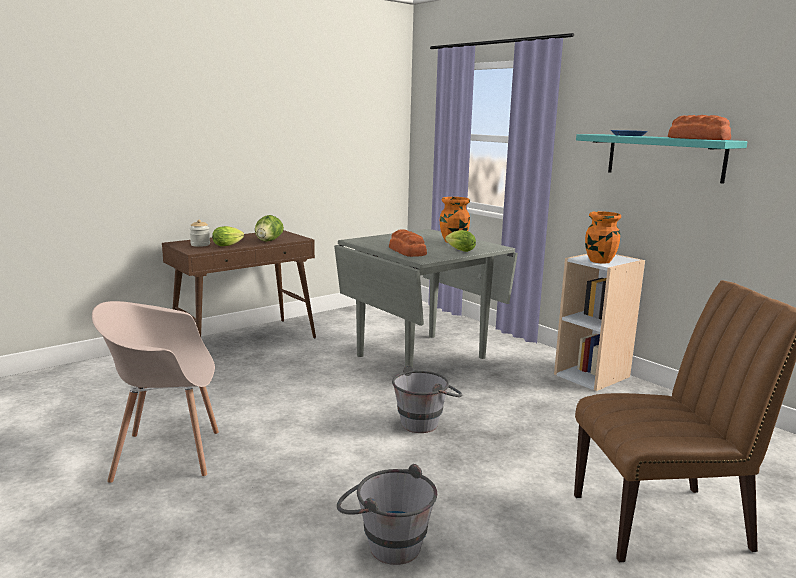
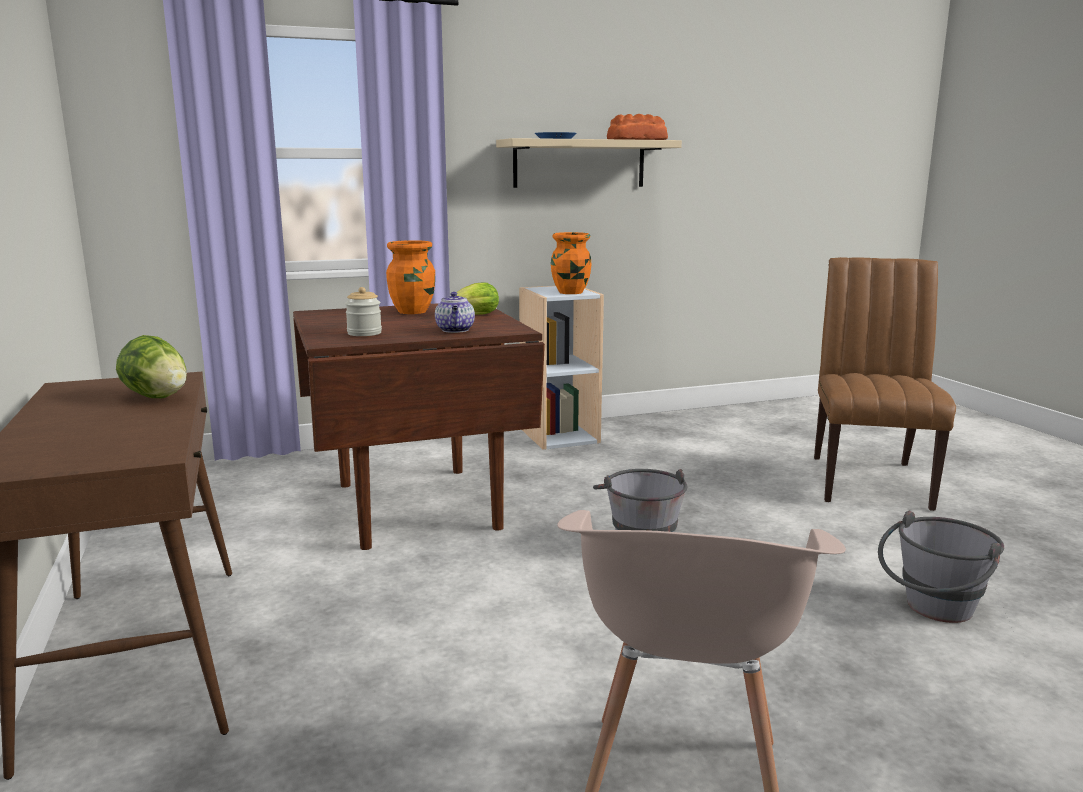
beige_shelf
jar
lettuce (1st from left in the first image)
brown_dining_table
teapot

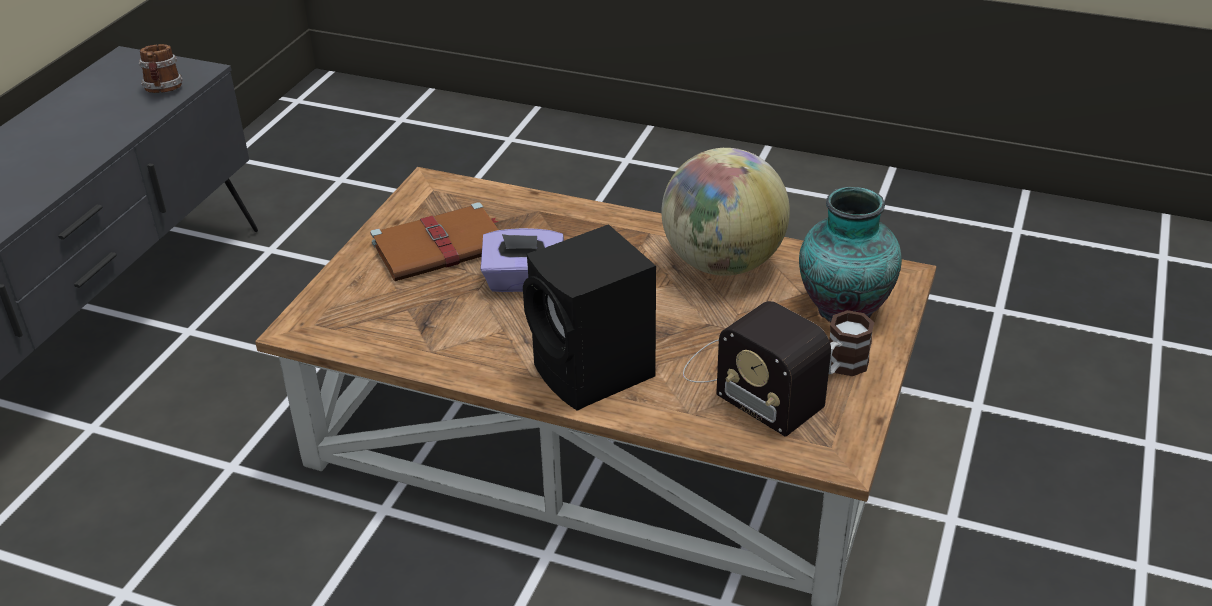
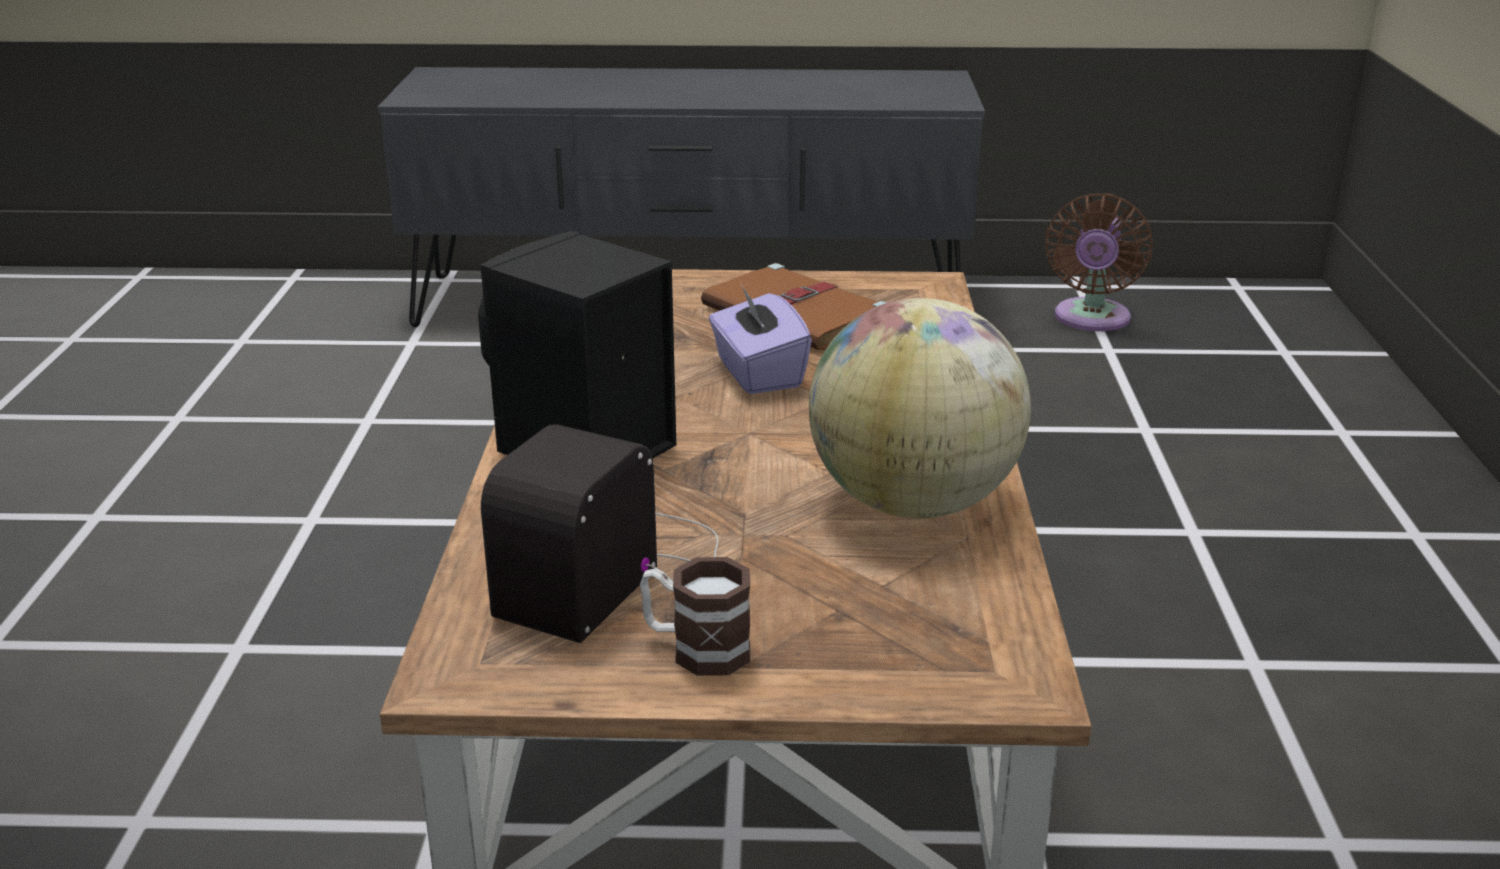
mug (1st from left in the first image)
vase
brown_fan

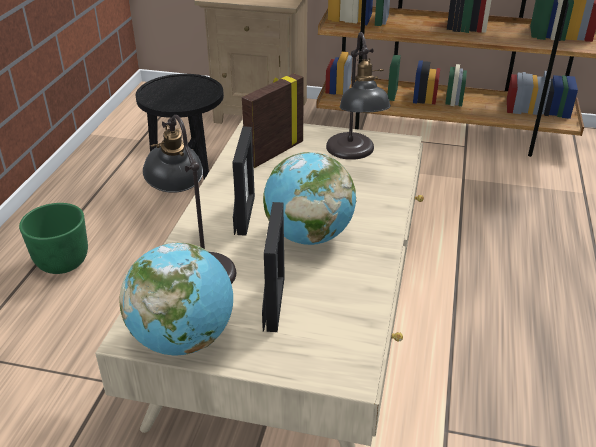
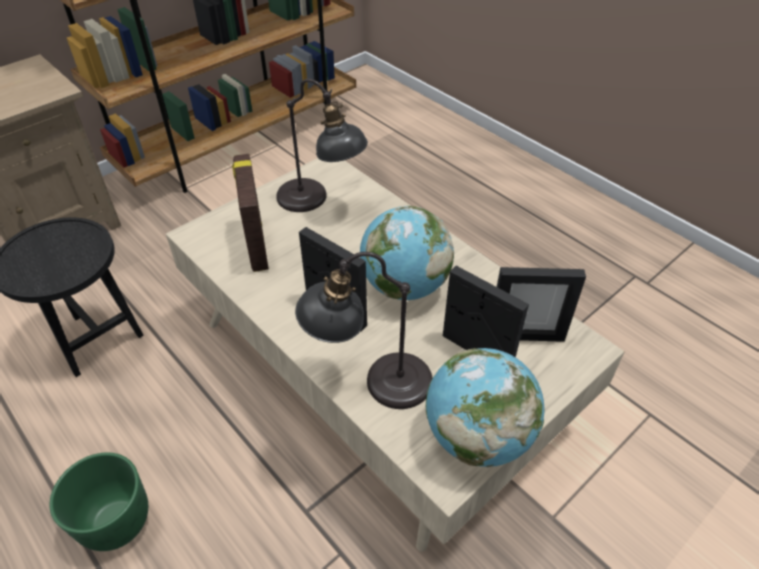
picture_frame (4th from left)

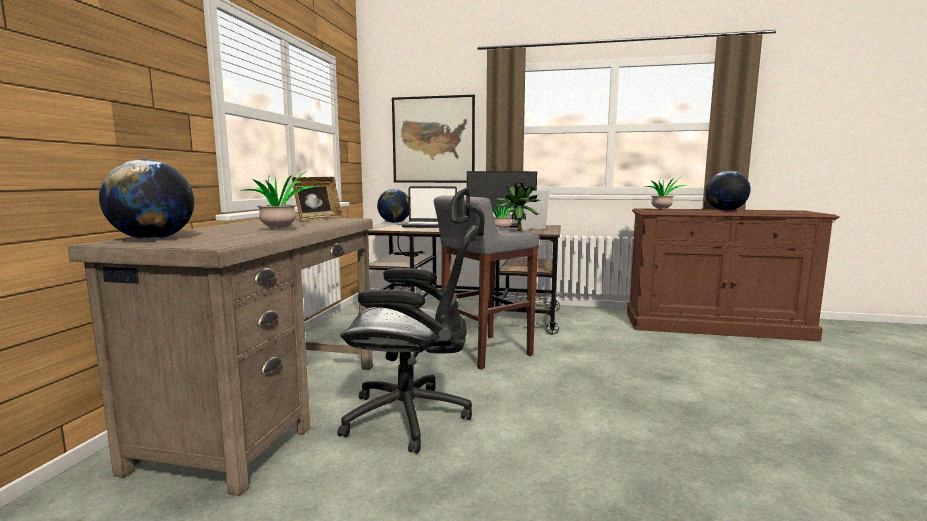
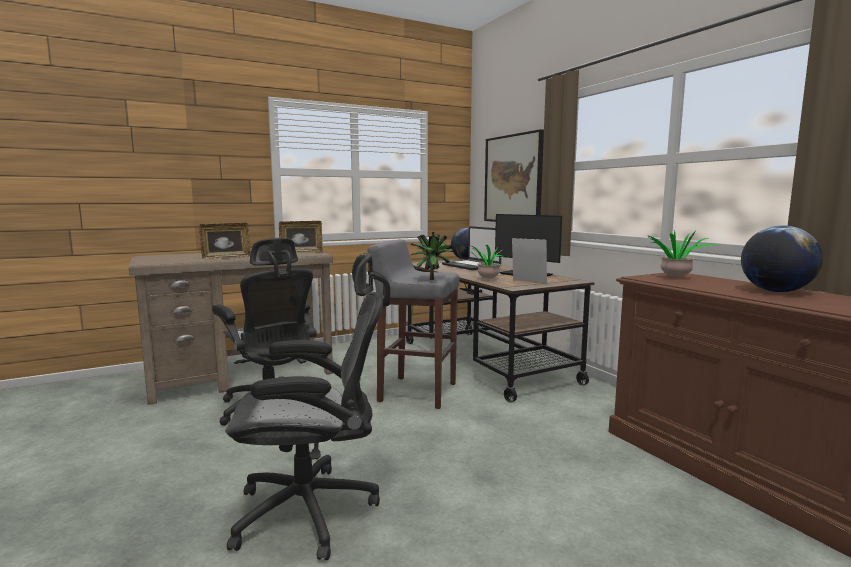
globe (1st from left in the first image)
picture_frame (1st from left)
office_chair (2nd from left)

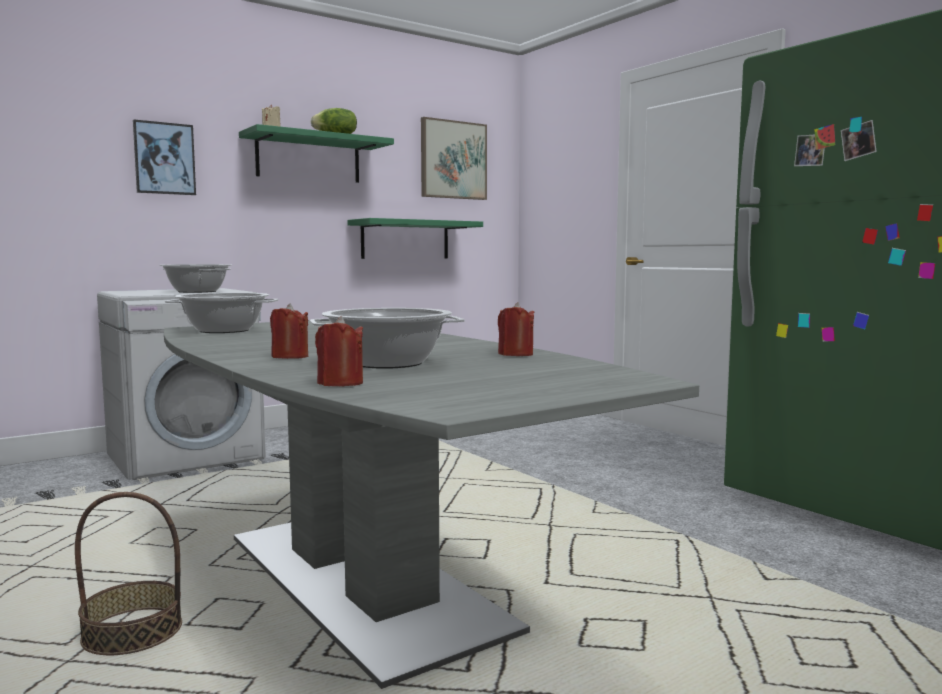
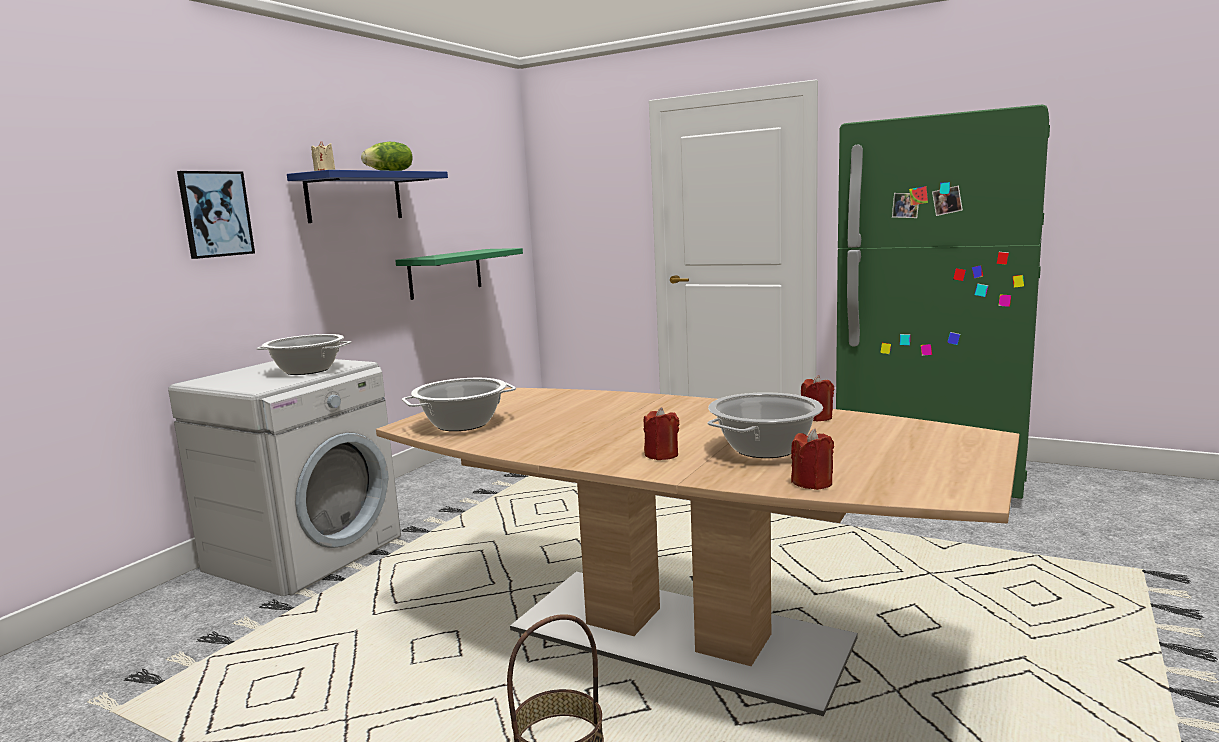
picture (2nd from left in the first image)
blue_shelf
brown_dining_table

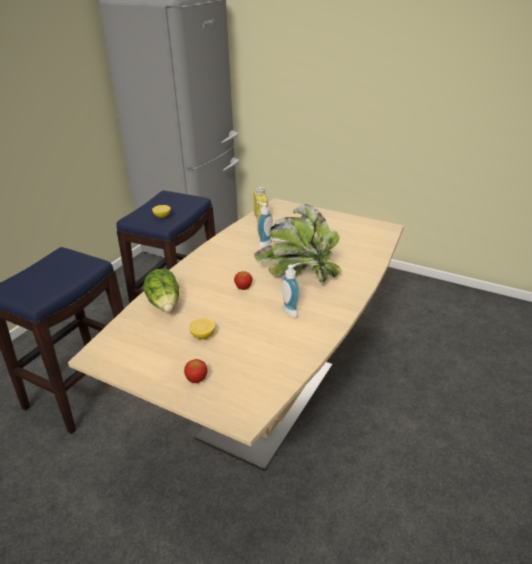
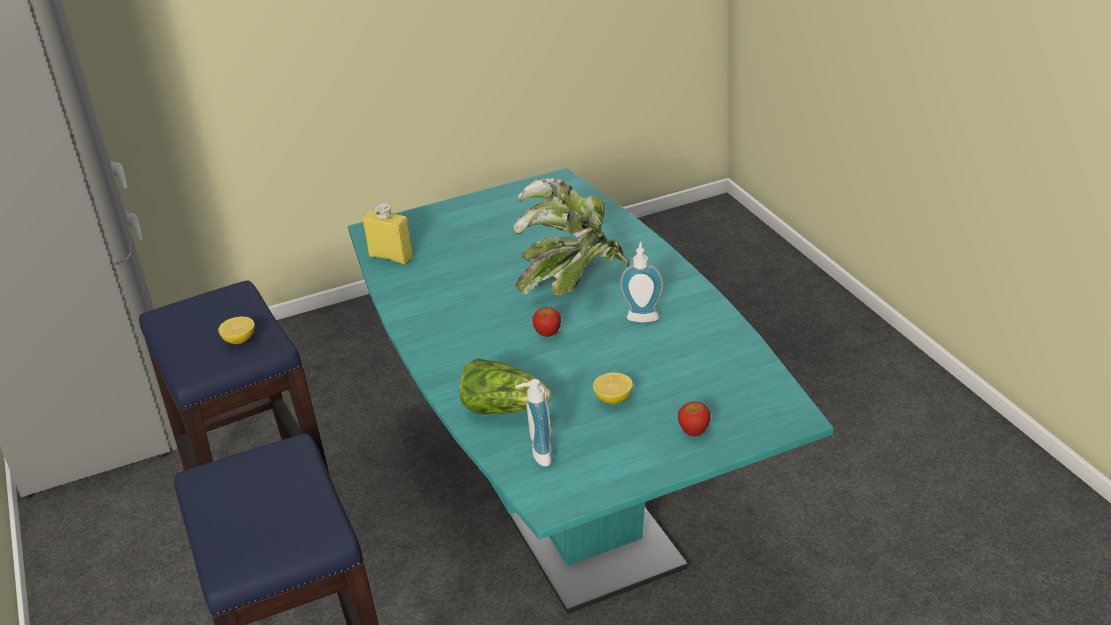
turquoise_dining_table
soap_dispenser (1st from left)

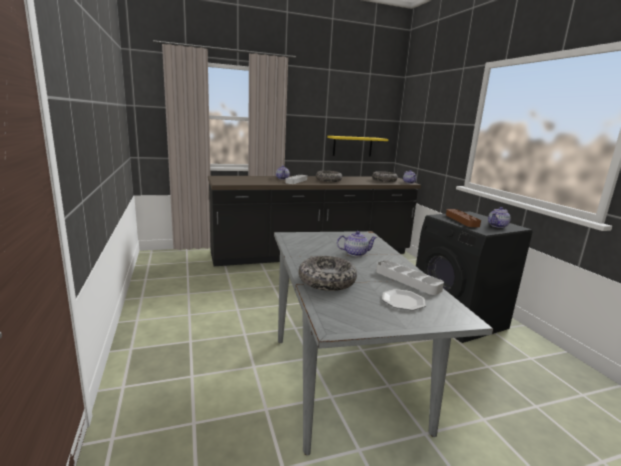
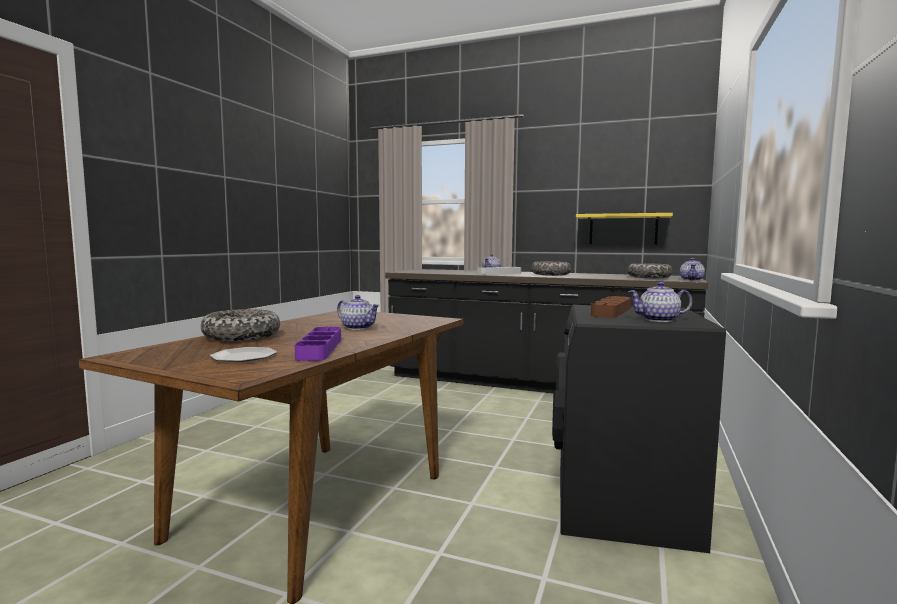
brown_dining_table
purple_tray

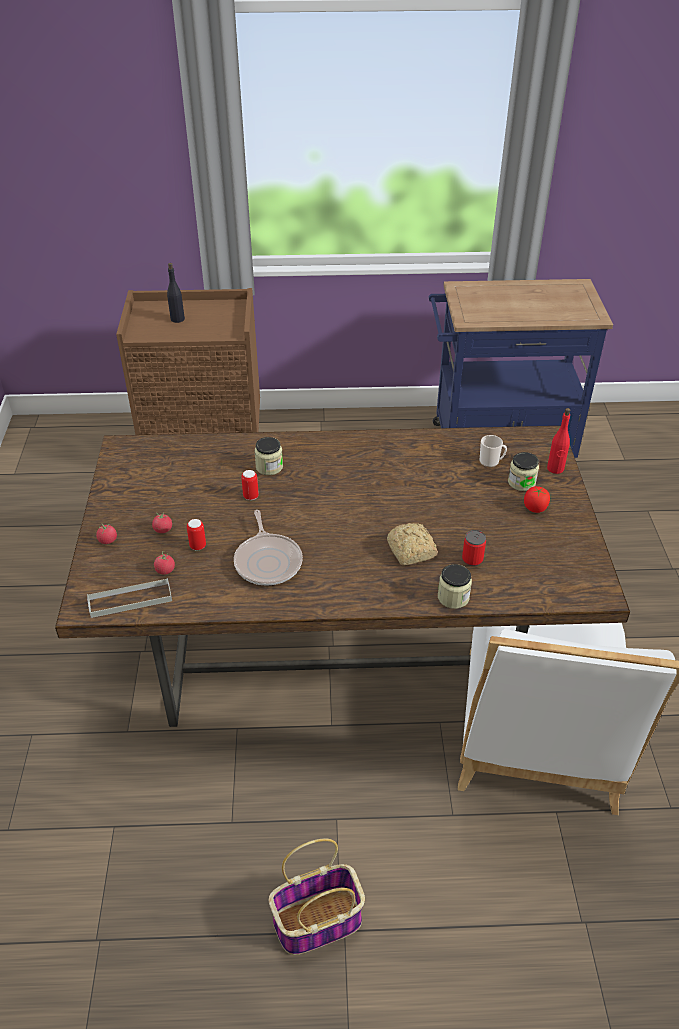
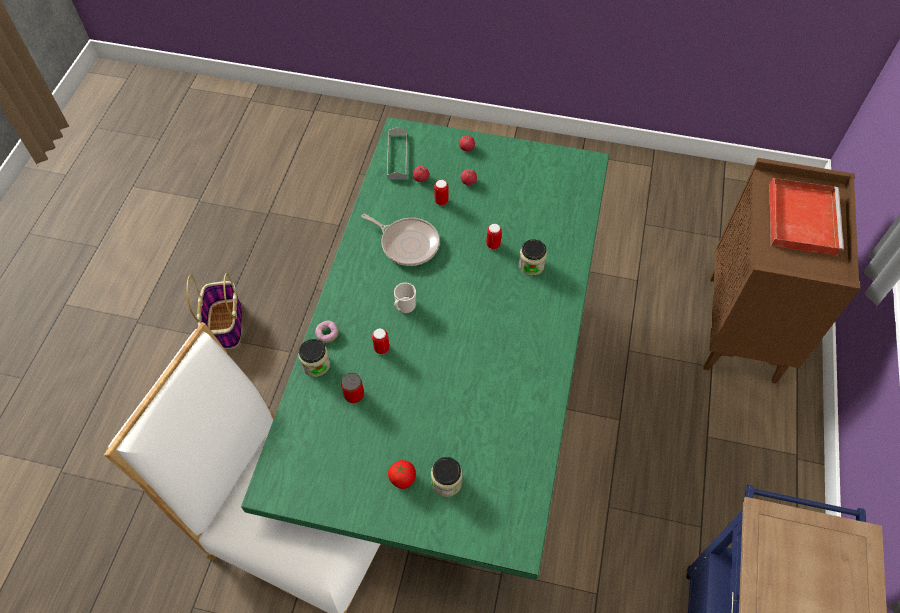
red_tray
red_bottle
green_dining_table
mug
frying_pan
can (2nd from left)
donut

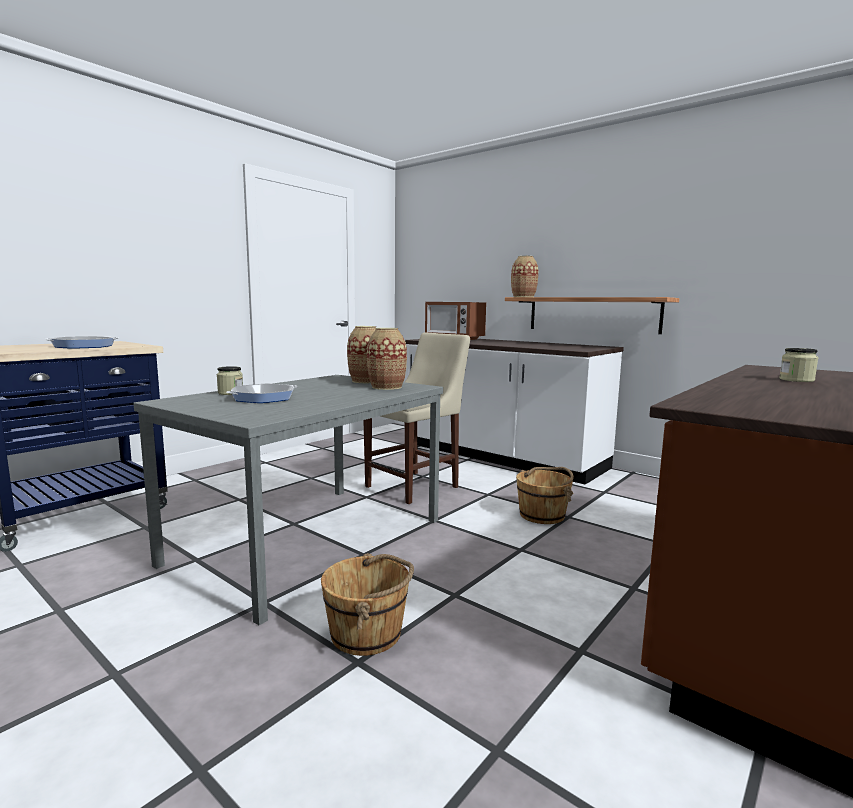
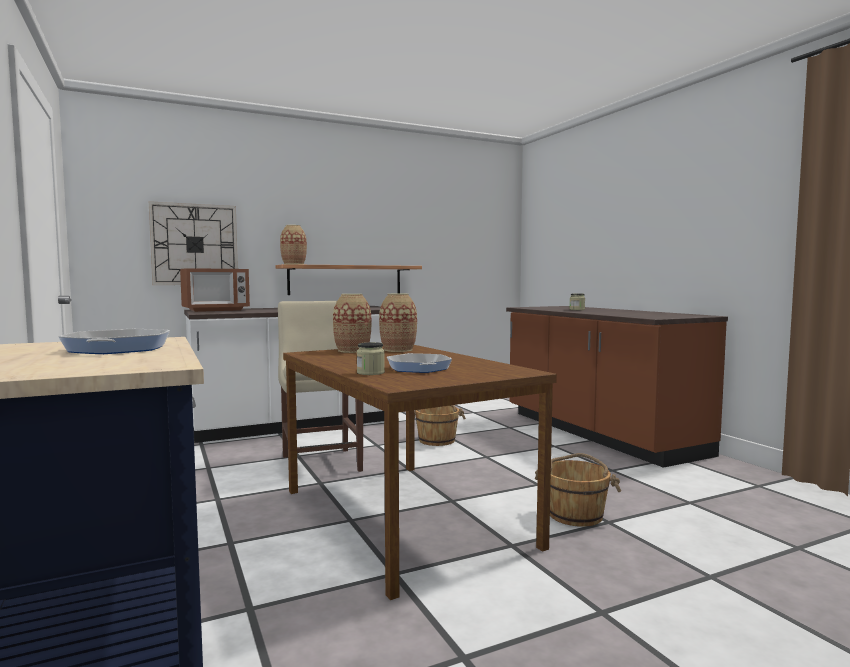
brown_dining_table
wall_clock

